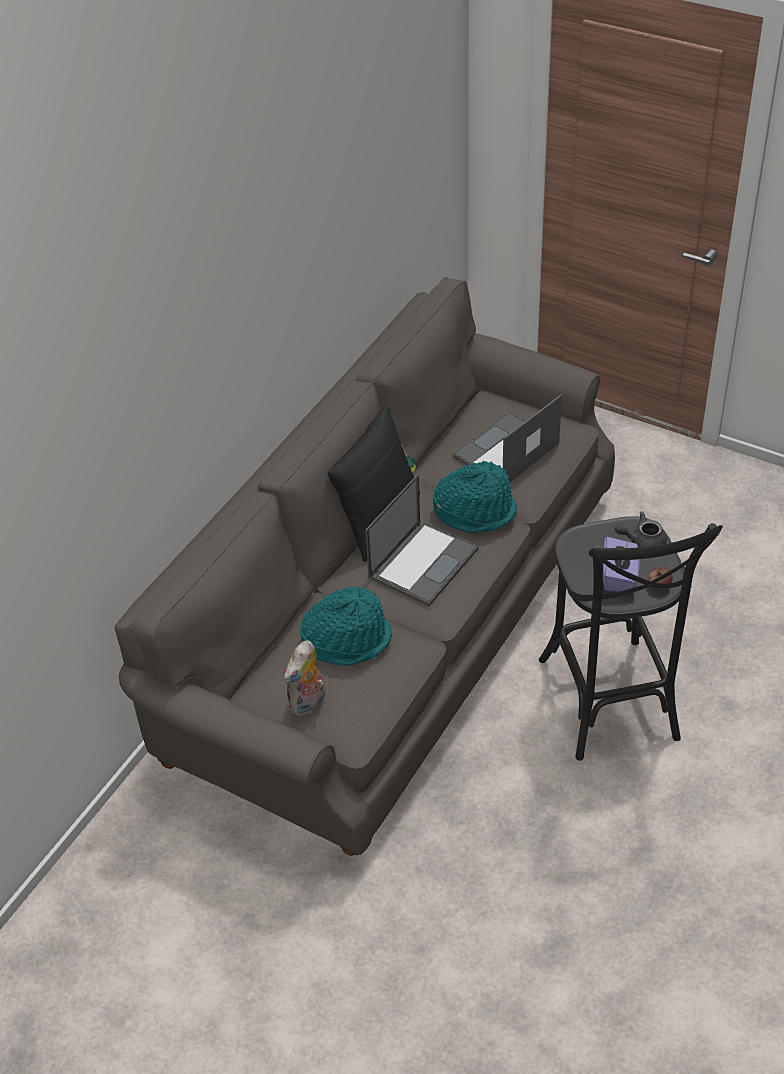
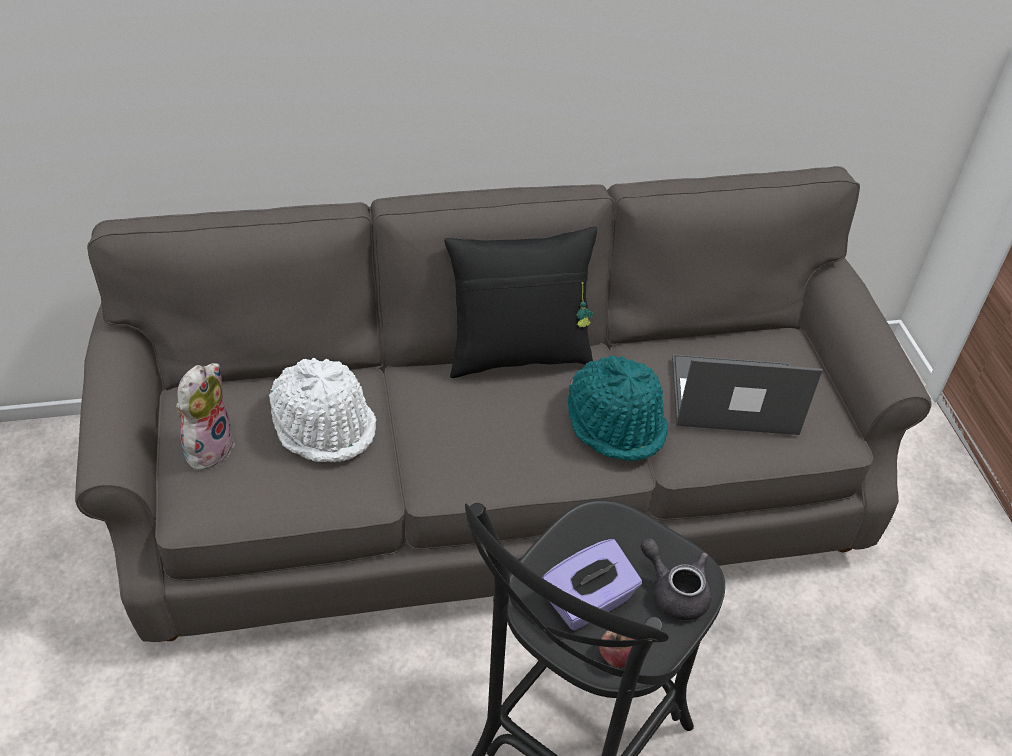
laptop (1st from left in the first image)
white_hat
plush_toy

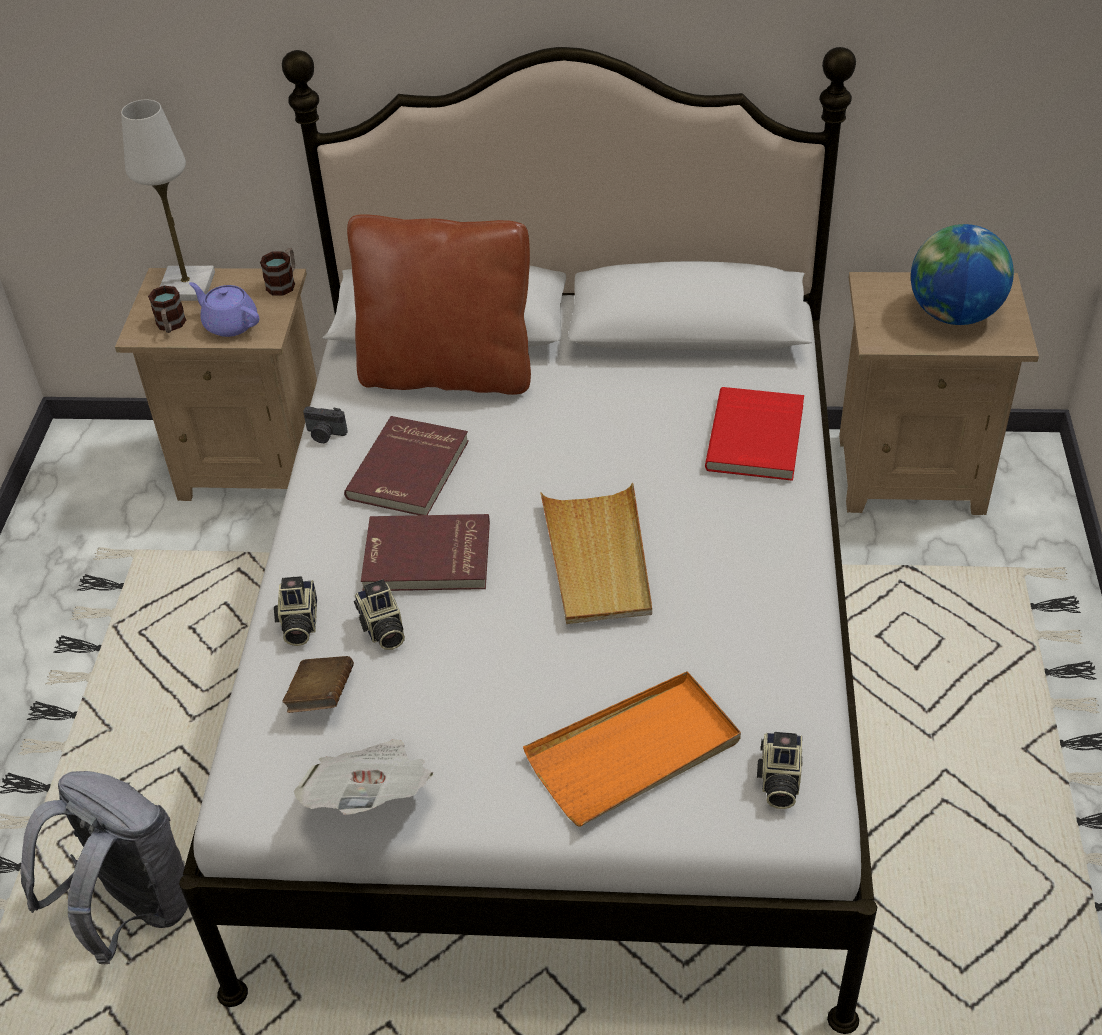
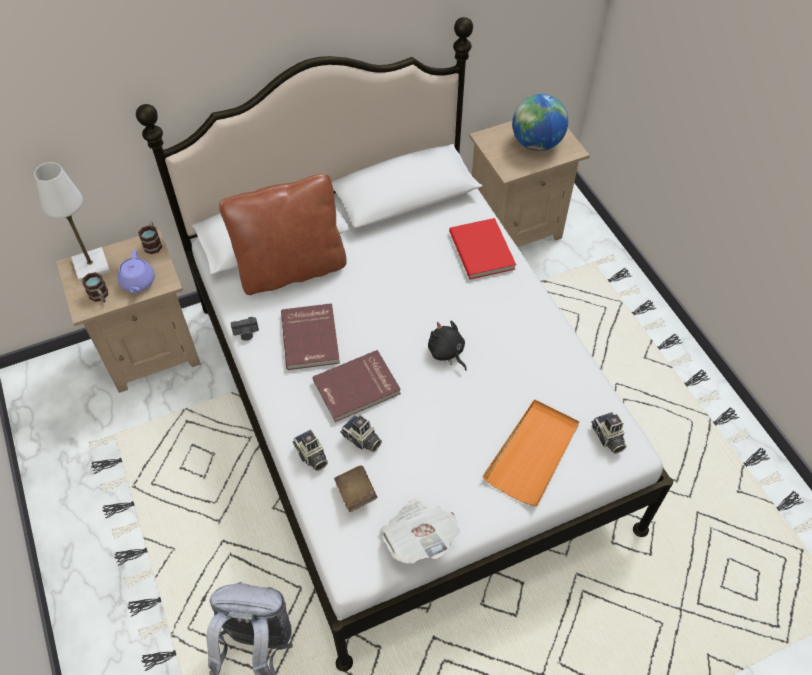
purple_teapot
black_plush_toy

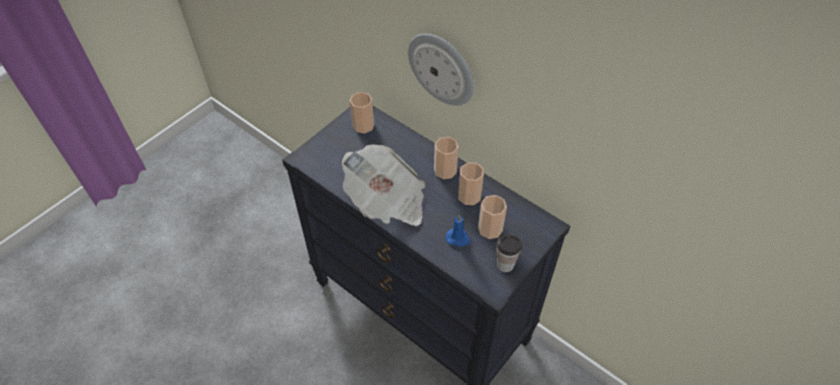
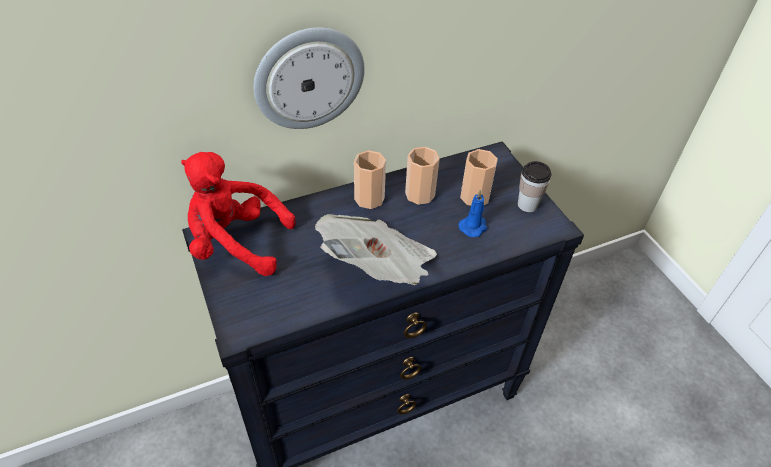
red_plush_toy

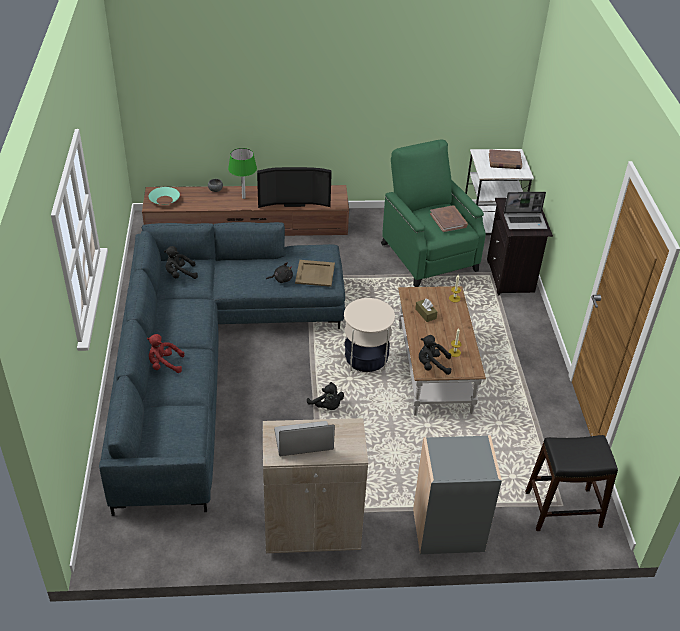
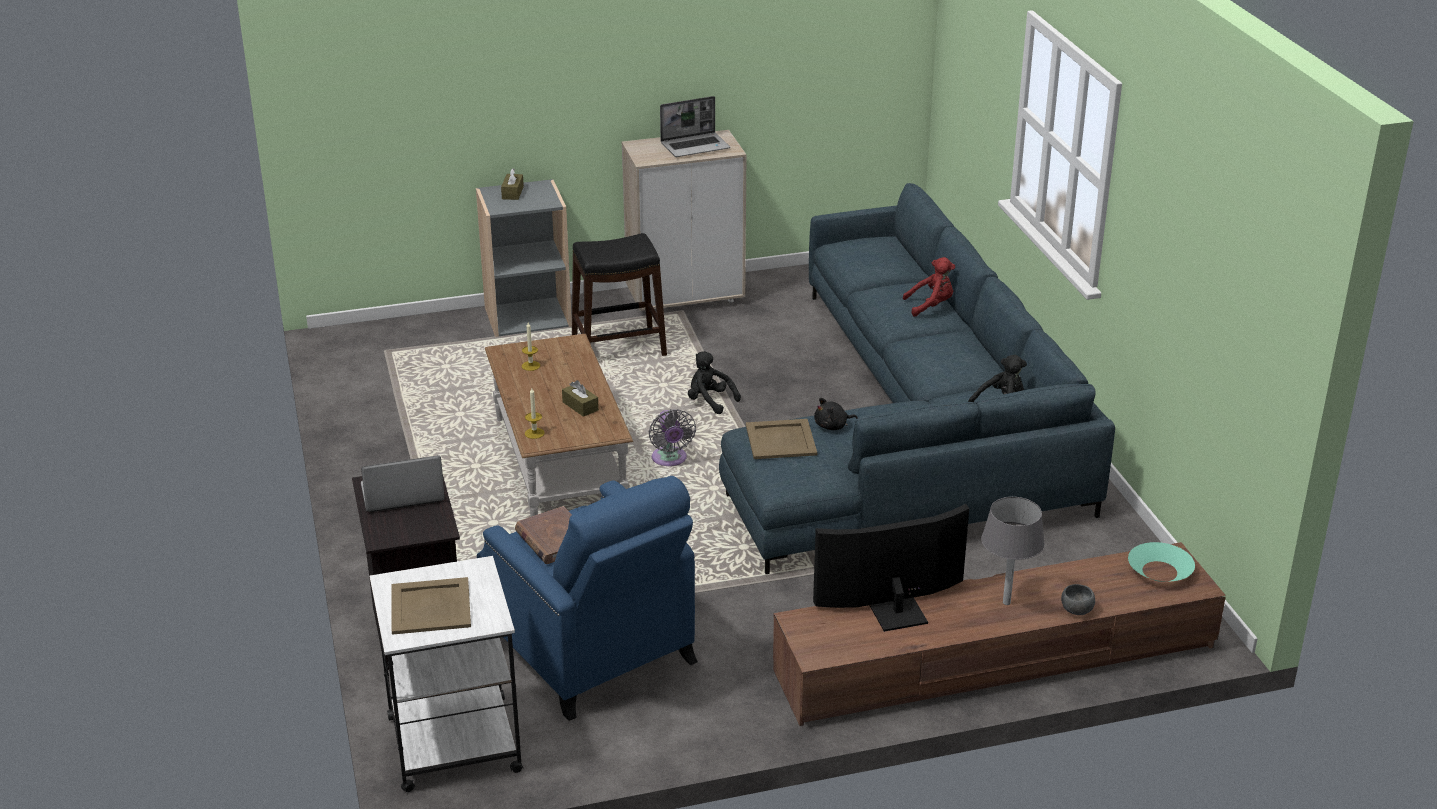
blue_armchair
grey_table_lamp
beige_tray (1st from left)
grey_fan
black_plush_toy (4th from left in the first image)
black_stool
brown_tissue_box (1st from left)

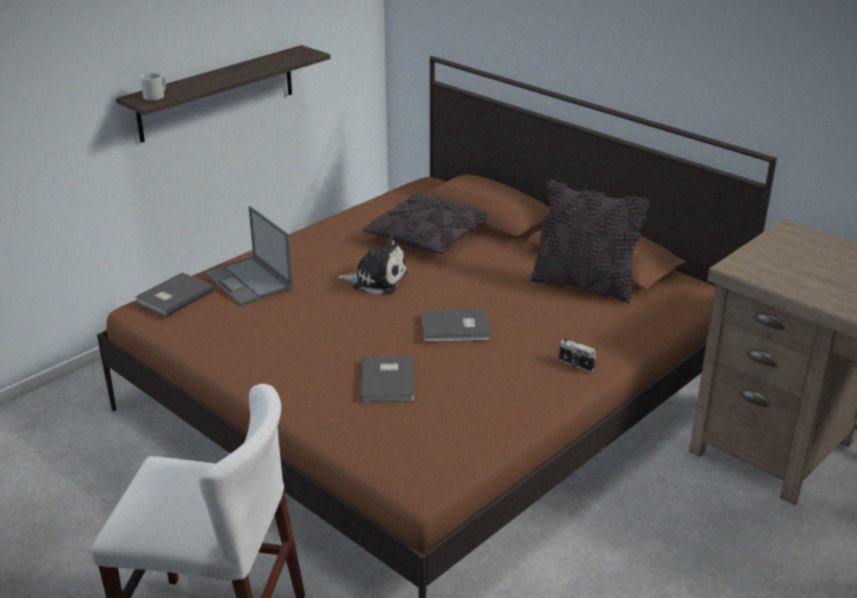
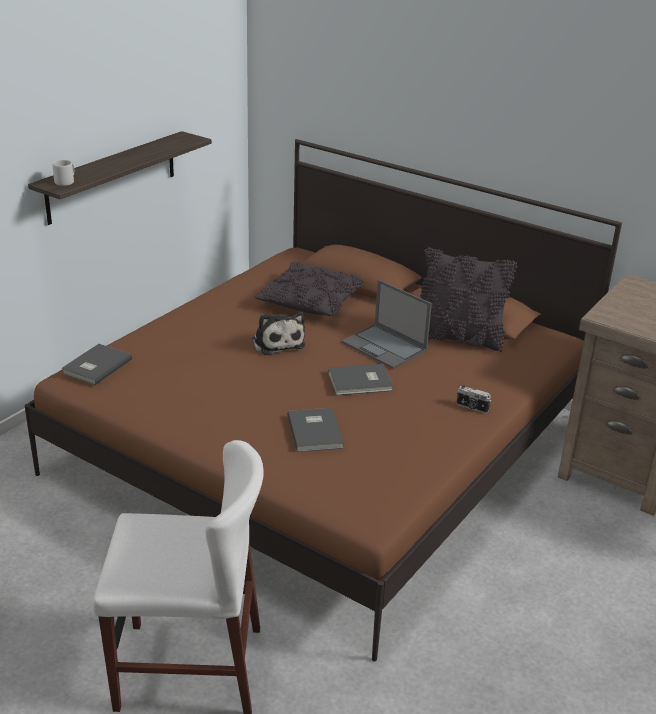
laptop
plush_toy

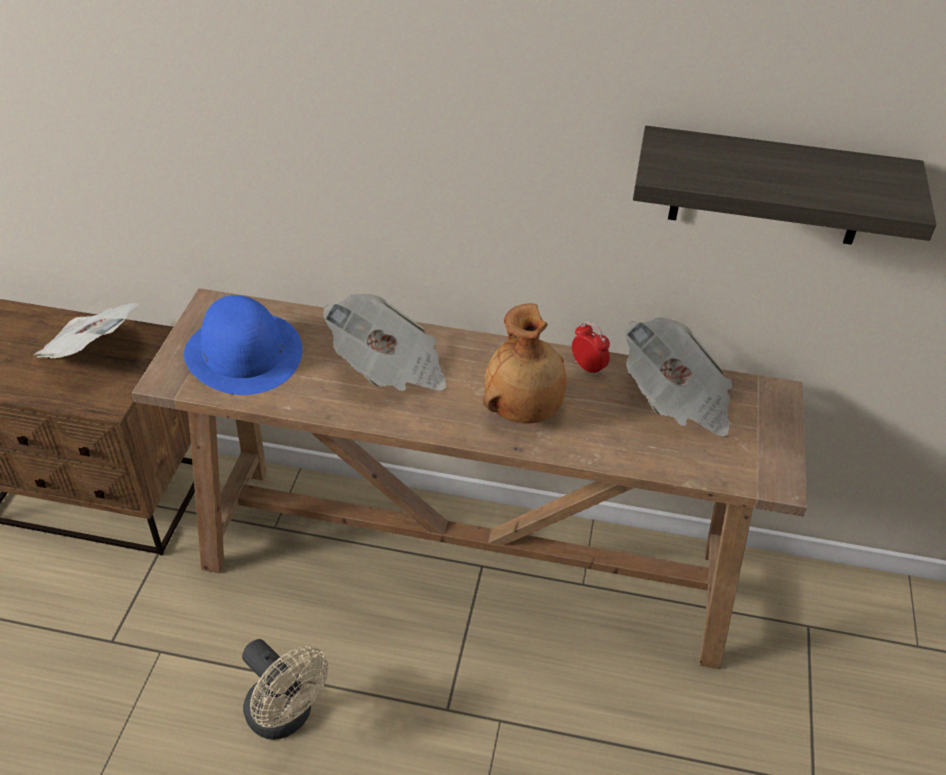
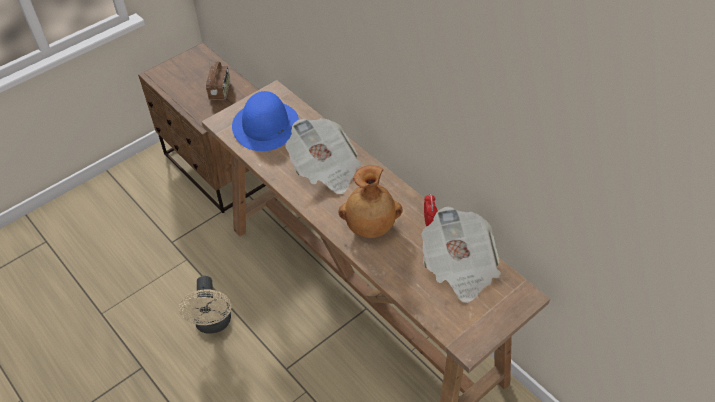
shelf
radio

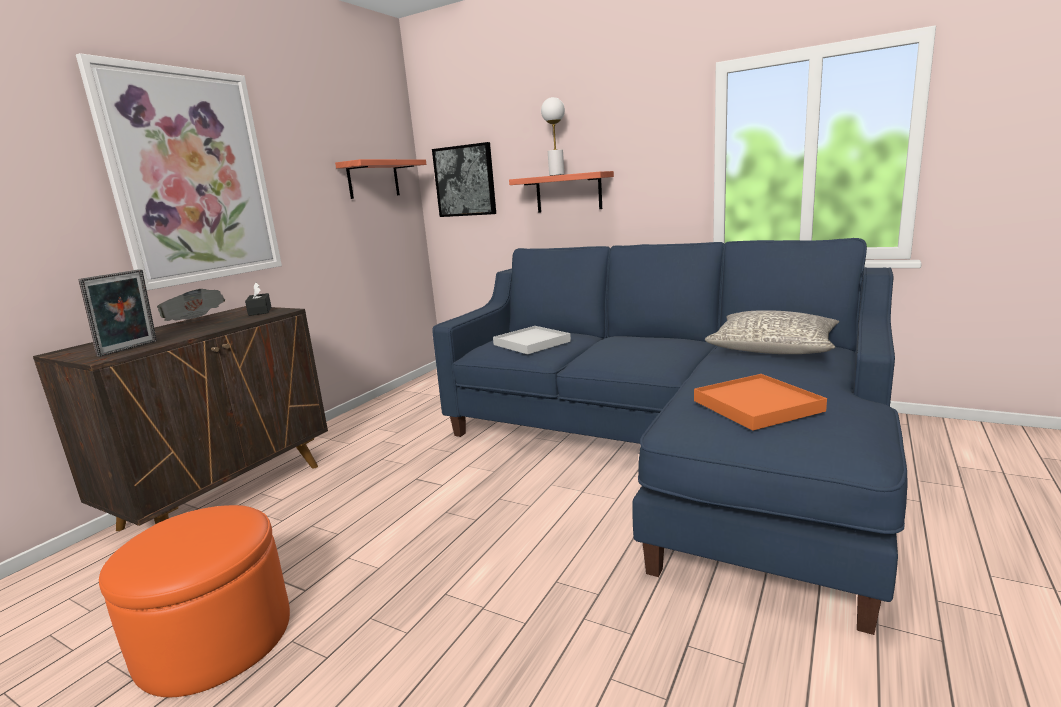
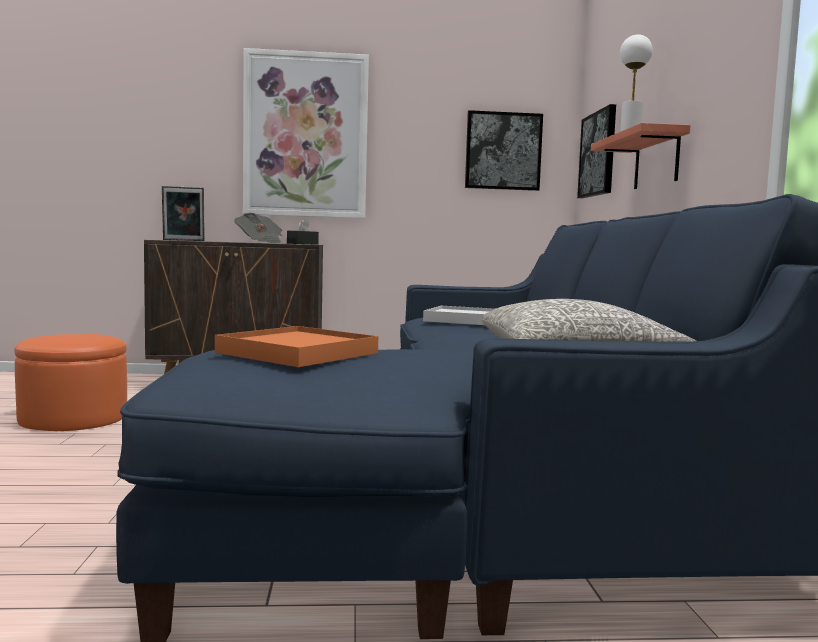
picture (2nd from left)

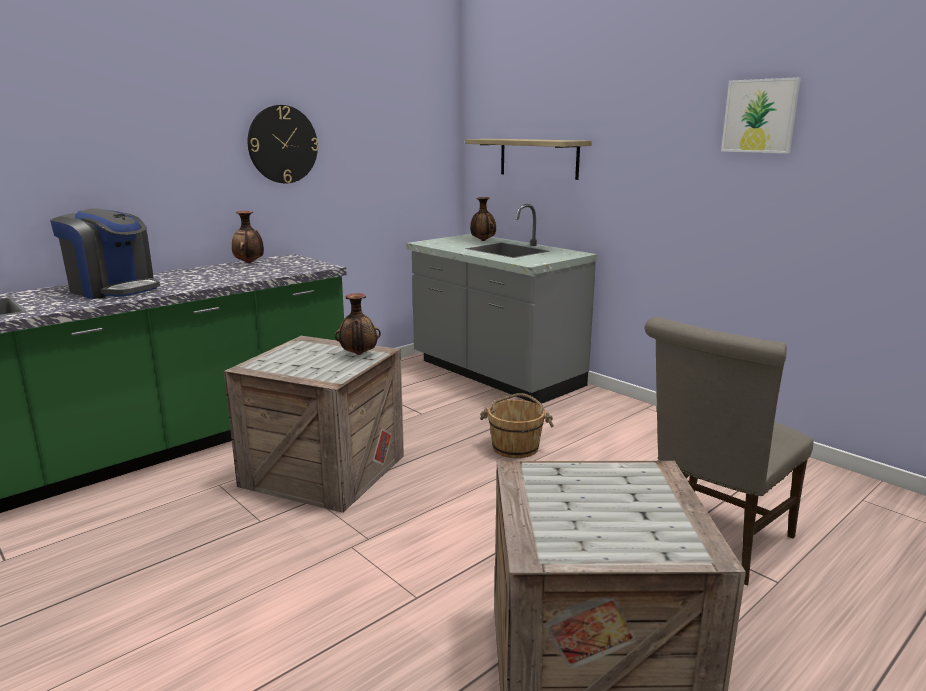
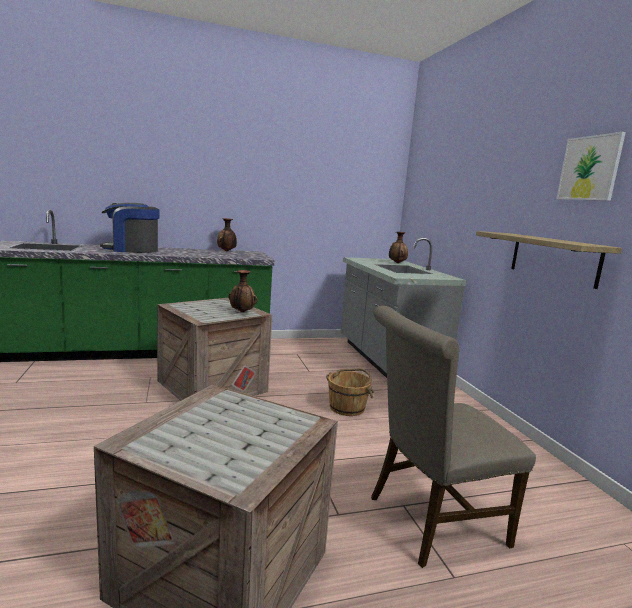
wall_clock
shelf
coffee_machine

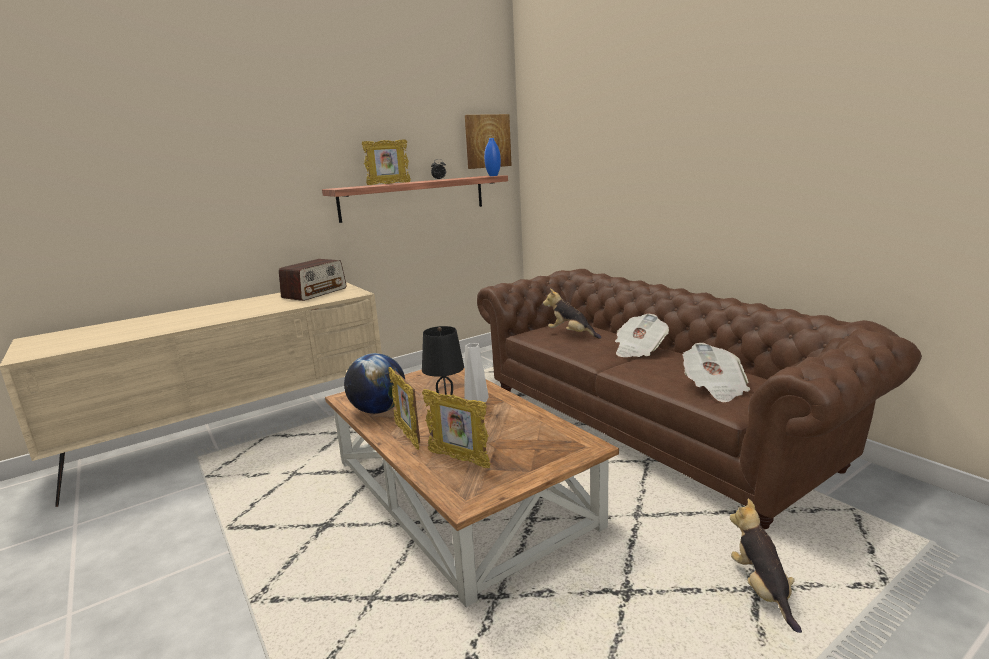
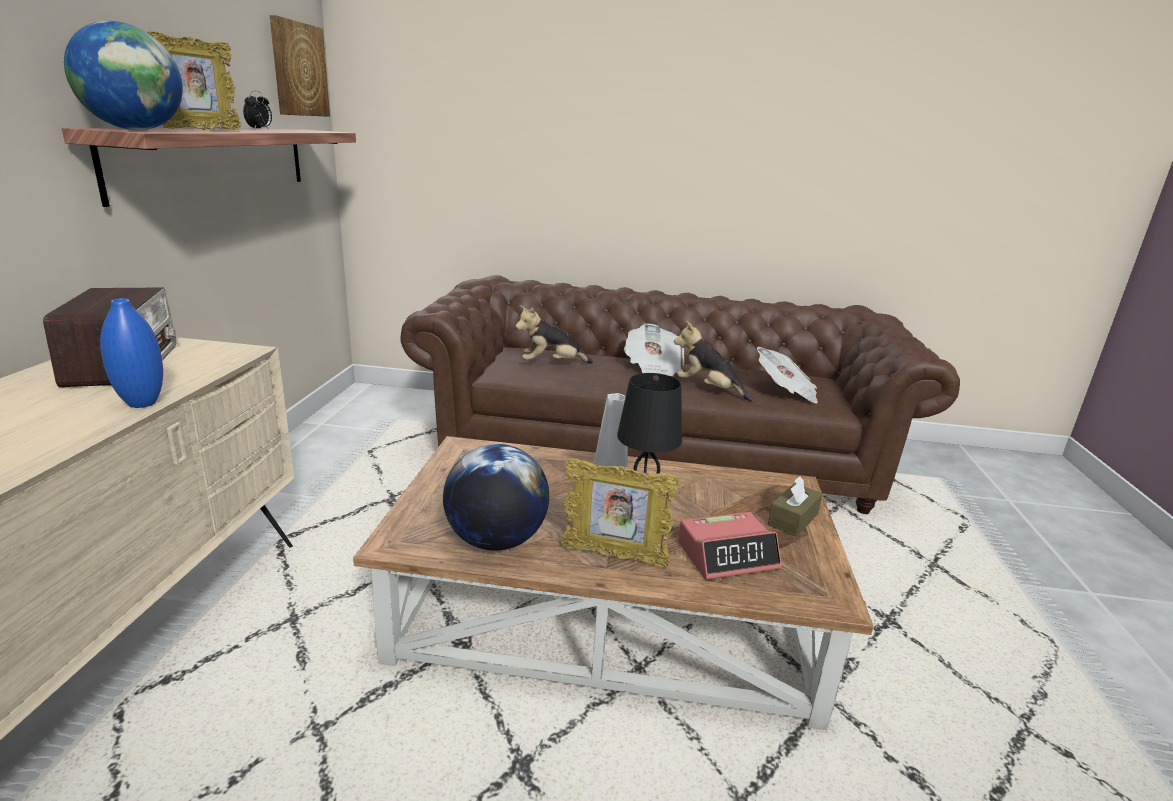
blue_vase
alarm_clock (2nd from left)
plush_toy (2nd from left)
globe (1st from left)
brown_tissue_box

